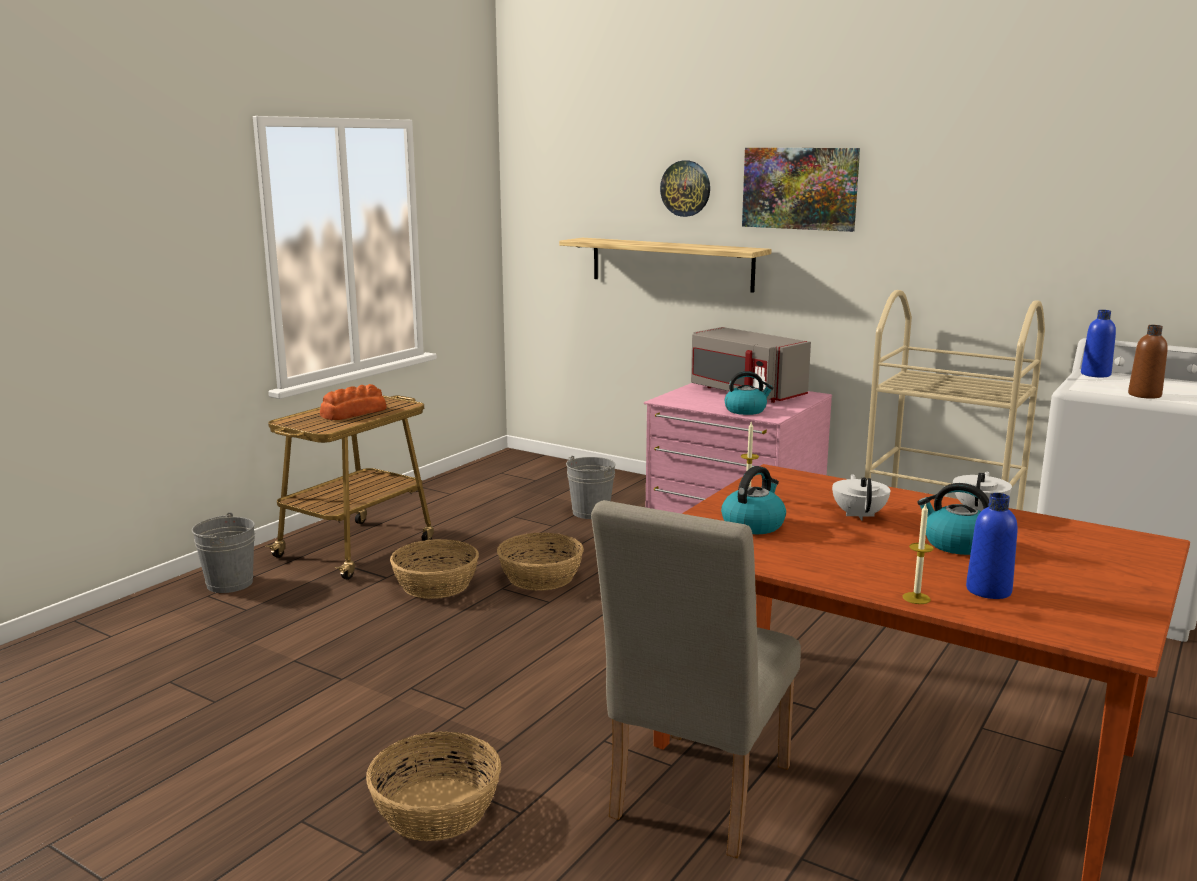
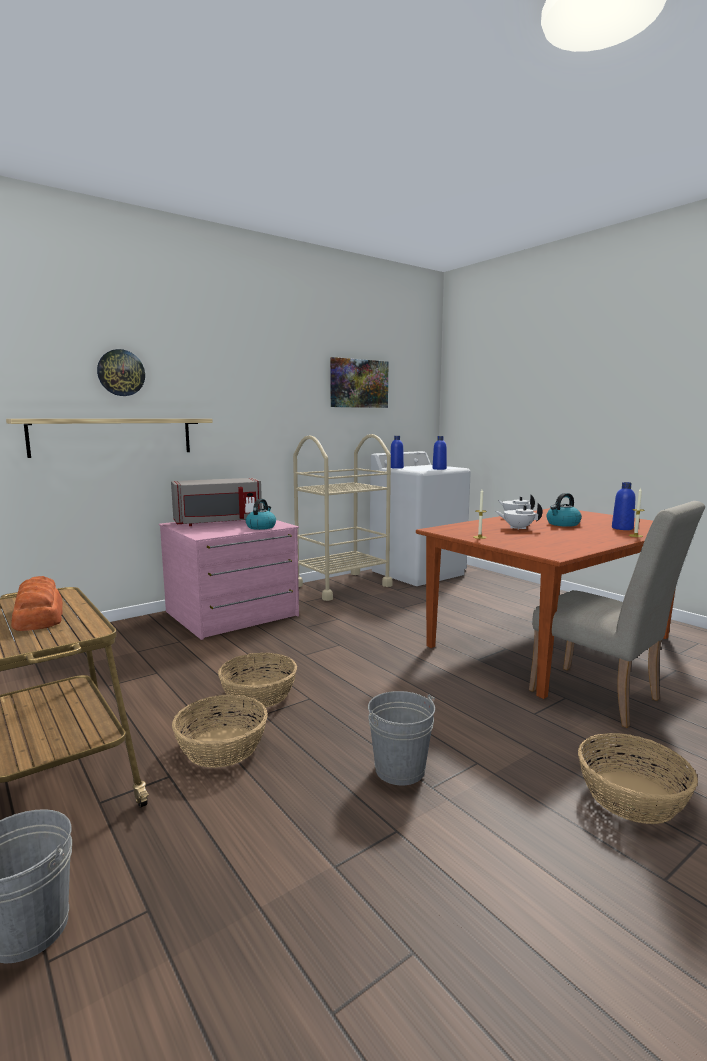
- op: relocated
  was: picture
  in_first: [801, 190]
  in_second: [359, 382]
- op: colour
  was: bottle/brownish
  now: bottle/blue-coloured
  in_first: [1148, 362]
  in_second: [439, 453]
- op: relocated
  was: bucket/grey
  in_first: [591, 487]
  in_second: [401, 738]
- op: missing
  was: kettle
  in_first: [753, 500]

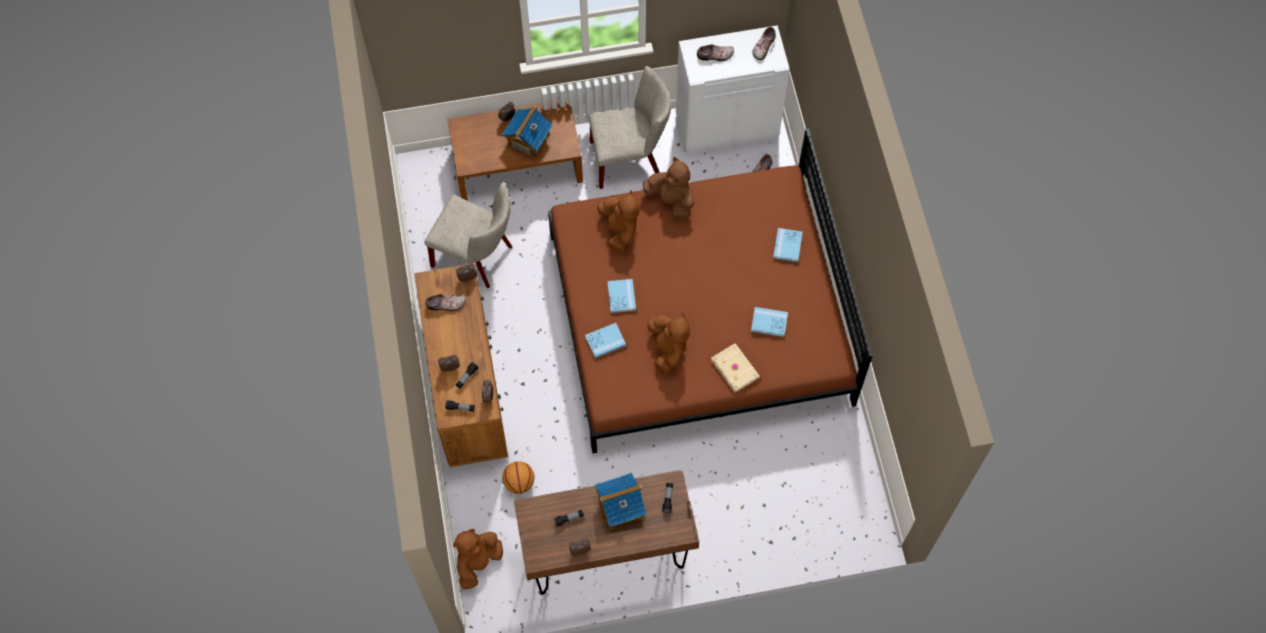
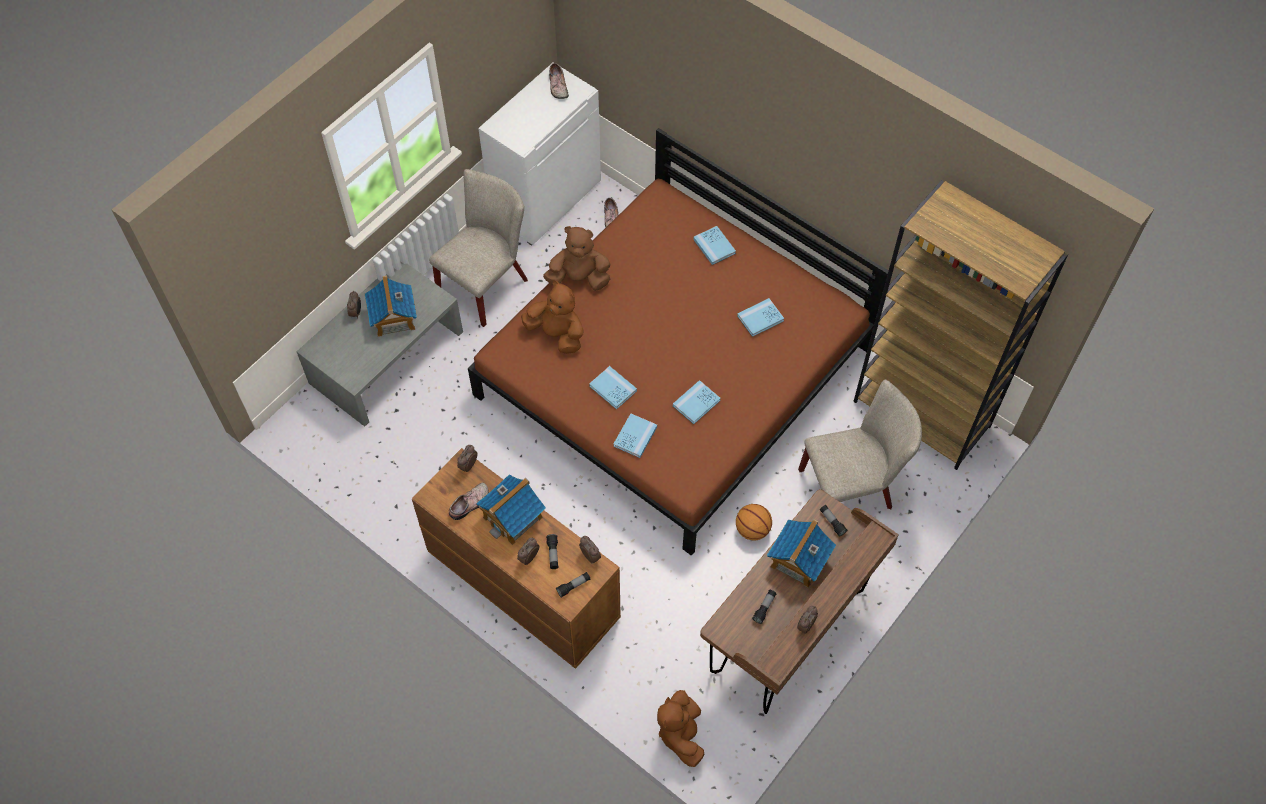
- op: missing
  was: item of footwear
  in_first: [715, 52]
- op: colour
  was: low table/brownish
  now: low table/grey
  in_first: [515, 150]
  in_second: [380, 344]
- op: relocated
  was: upright chair/sand-coloured
  in_first: [468, 235]
  in_second: [860, 444]
- op: exchanged
  was: plush toy/brownish
  now: book/blue-coloured
  in_first: [668, 343]
  in_second: [697, 402]
- op: missing
  was: book/sand-coloured
  in_first: [735, 368]
- op: relocated
  was: basketball ball
  in_first: [518, 477]
  in_second: [754, 522]
- op: appeared
  now: shelving unit/brownish
  in_second: [960, 325]
- op: appeared
  now: model house
  in_second: [511, 510]

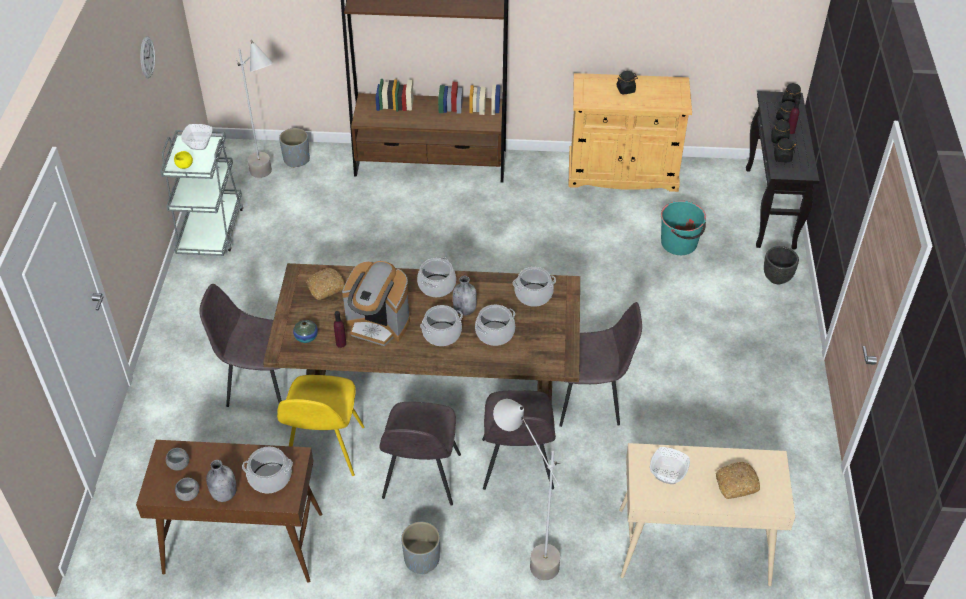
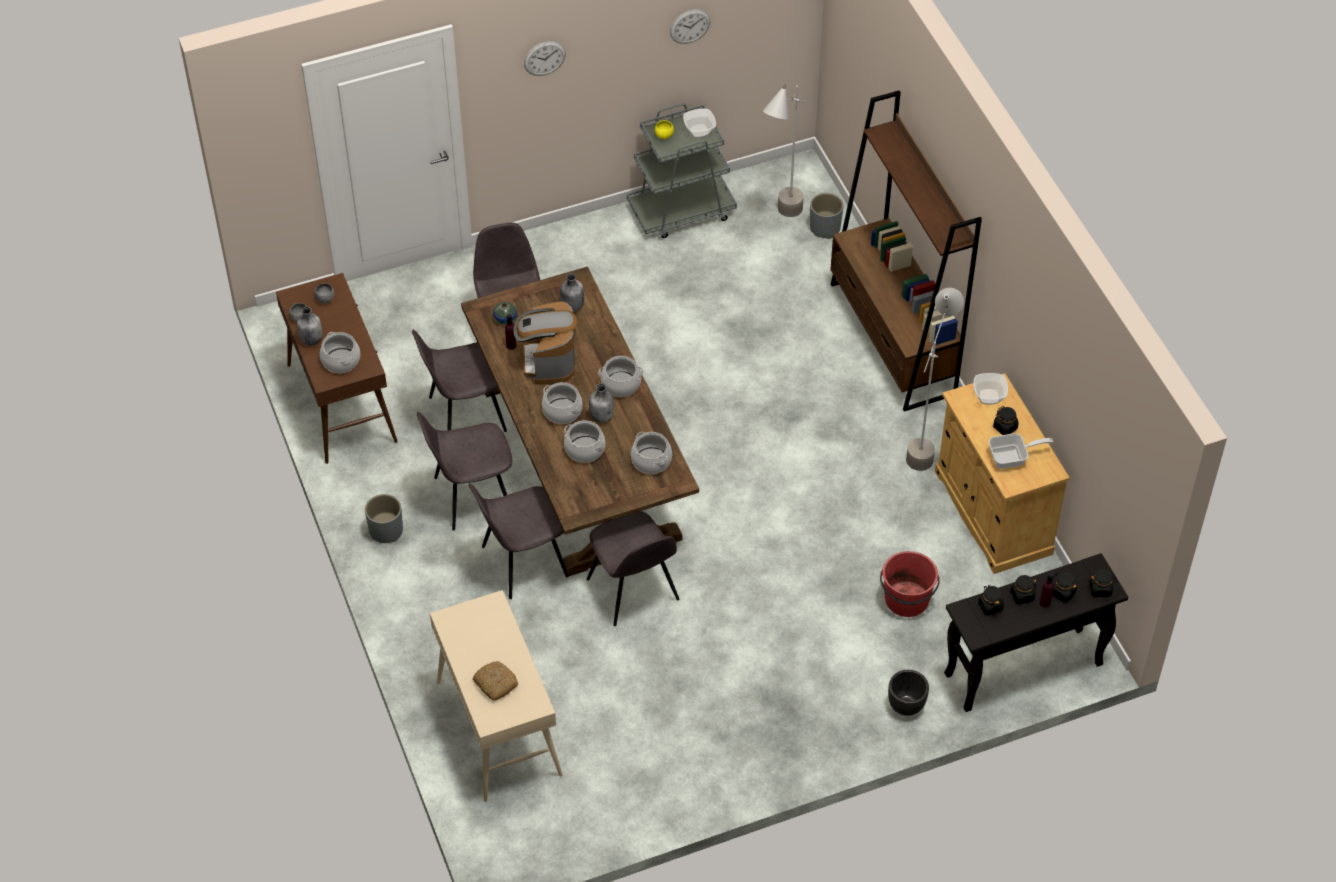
- op: colour
  was: bucket/turquoise
  now: bucket/reddish
  in_first: [683, 228]
  in_second: [909, 584]
- op: exchanged
  was: bakery bread
  now: bottle/grey
  in_first: [326, 284]
  in_second: [572, 292]
- op: colour
  was: upright chair/yellow-coloured
  now: upright chair/grey
  in_first: [320, 425]
  in_second: [459, 381]
- op: relocated
  was: standard lamp/grey
  in_first: [526, 489]
  in_second: [935, 379]
- op: relocated
  was: bowl
  in_first: [670, 465]
  in_second: [990, 389]
- op: appeared
  now: hanging clock
  in_second: [545, 58]
- op: appeared
  now: skillet
  in_second: [1021, 451]

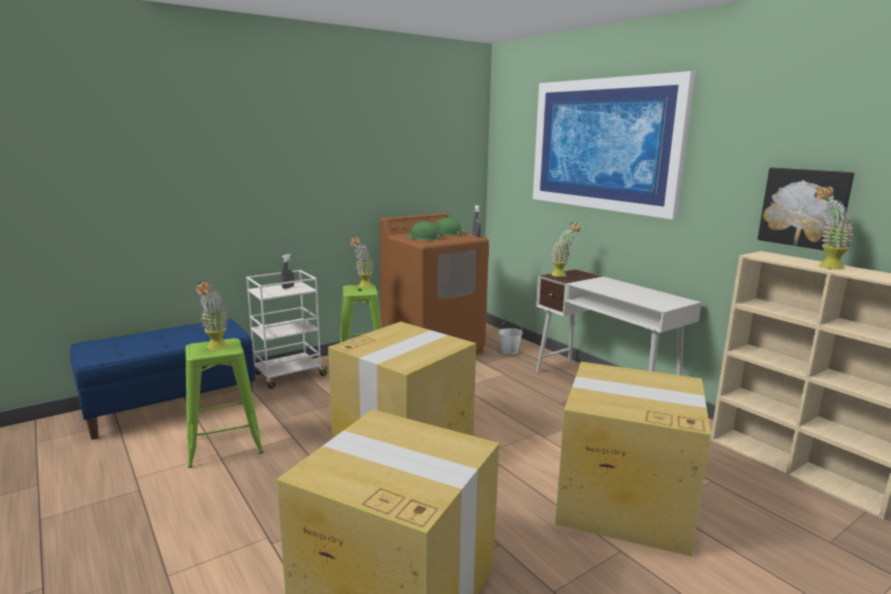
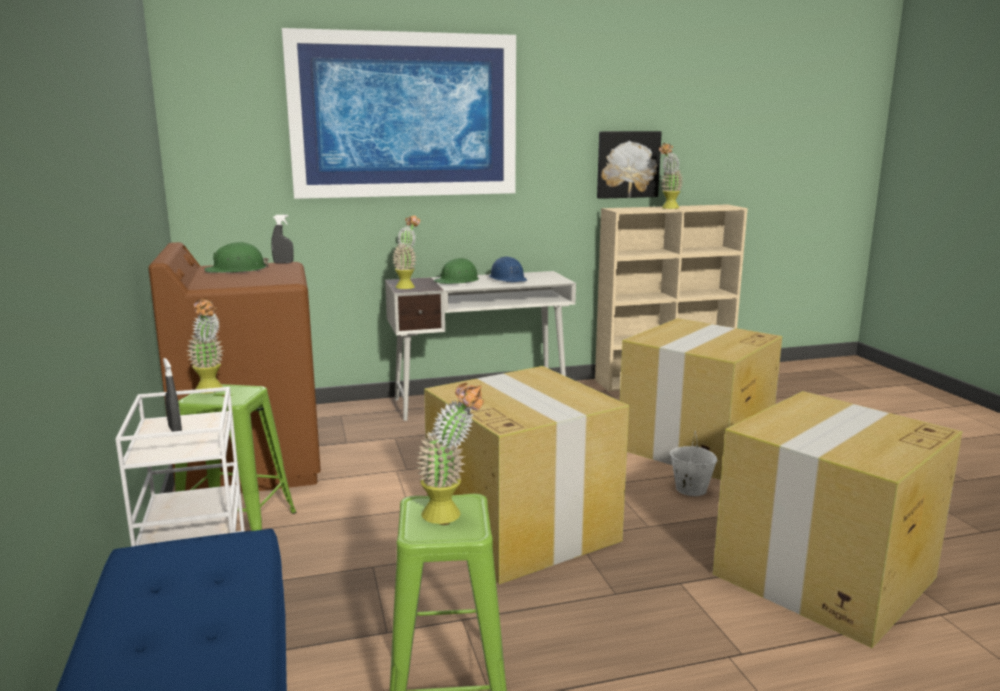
- op: relocated
  was: hard hat/green
  in_first: [424, 230]
  in_second: [456, 271]
- op: relocated
  was: bucket/whitish
  in_first: [510, 337]
  in_second: [693, 463]
- op: appeared
  now: hard hat/blue-coloured
  in_second: [508, 269]

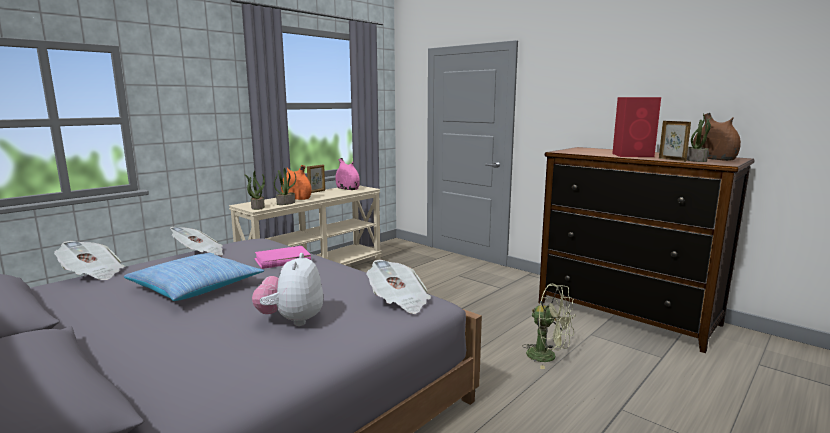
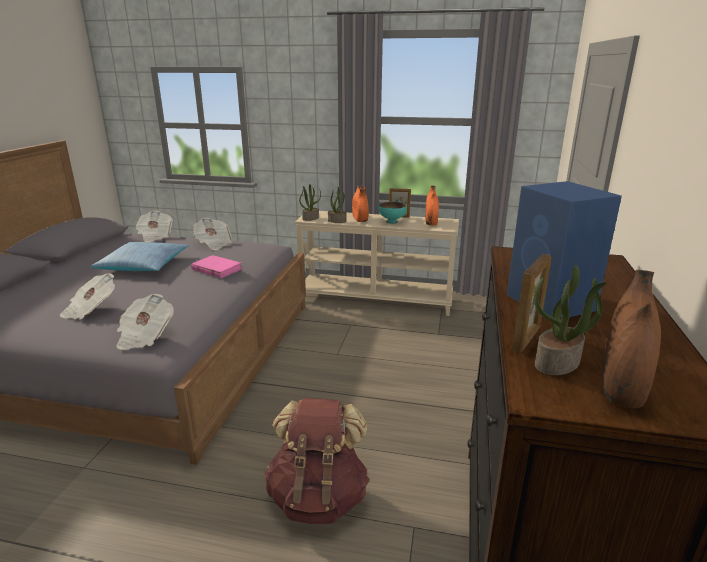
- op: colour
  was: audio speaker/reddish
  now: audio speaker/blue-coloured
  in_first: [636, 127]
  in_second: [564, 249]
- op: colour
  was: flower vase/pink
  now: flower vase/orange-coloured
  in_first: [347, 174]
  in_second: [432, 206]
- op: exchanged
  was: plush toy
  now: printed paper
  in_first: [287, 289]
  in_second: [87, 296]
- op: exchanged
  was: fan/green
  now: backpack/brownish
  in_first: [548, 326]
  in_second: [317, 461]
- op: appeared
  now: bowl/turquoise
  in_second: [392, 213]

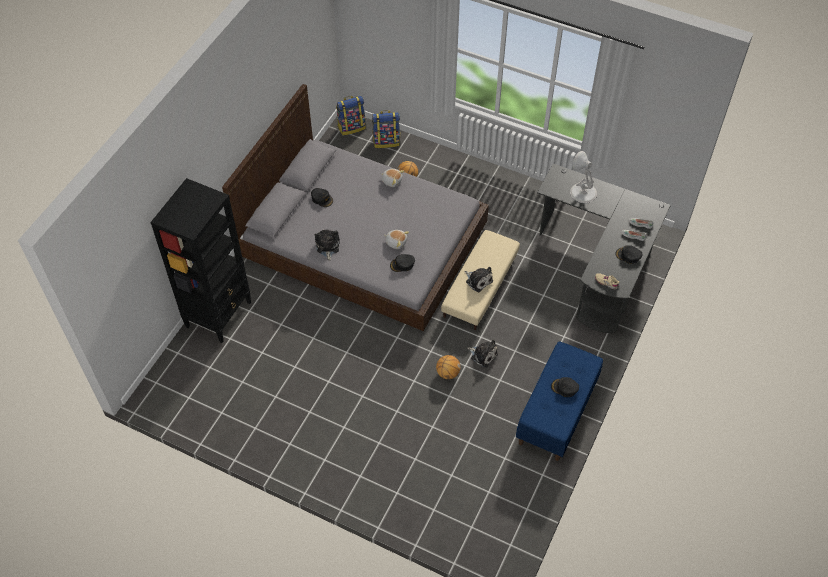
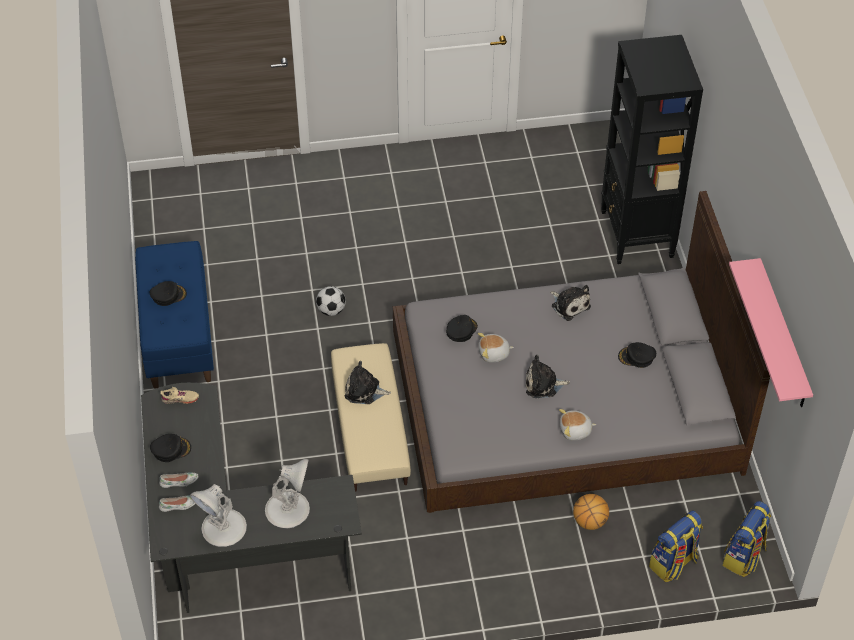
- op: relocated
  was: plush toy
  in_first: [482, 354]
  in_second: [548, 376]
- op: exchanged
  was: basketball ball
  now: football ball
  in_first: [448, 367]
  in_second: [331, 301]
- op: appeared
  now: shelf/pink
  in_second: [771, 332]
- op: appeared
  now: tabletop lamp/whitish
  in_second: [218, 515]

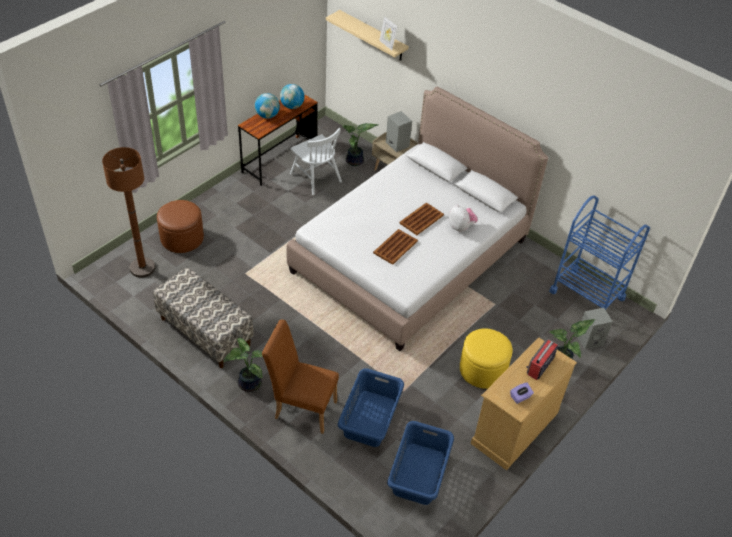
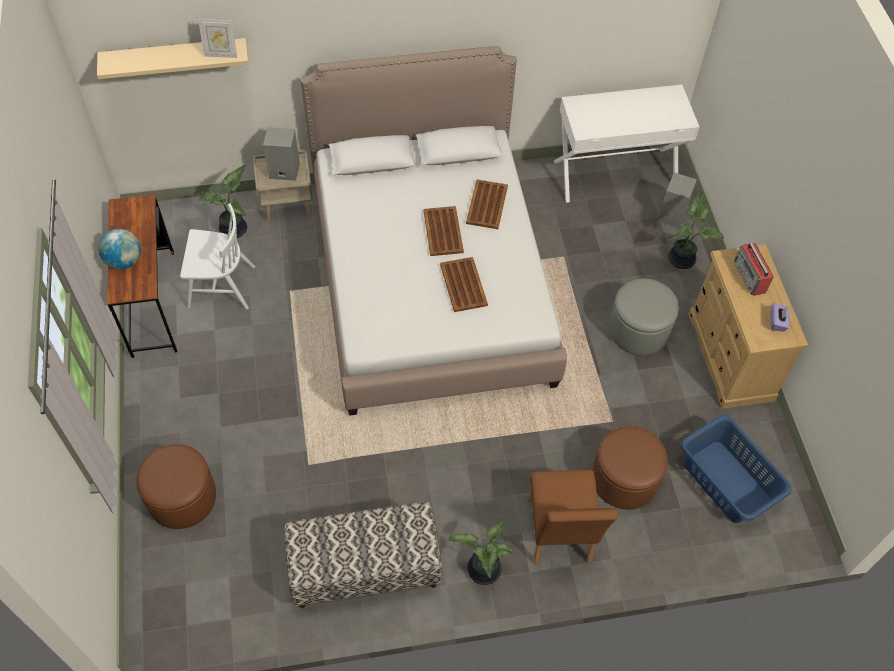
- op: missing
  was: world globe
  in_first: [292, 96]
- op: missing
  was: standard lamp/brownish
  in_first: [128, 212]
- op: exchanged
  was: cart/blue-coloured
  now: desk table/whitish
  in_first: [599, 252]
  in_second: [626, 143]
- op: exchanged
  was: plush toy
  now: carrying tray/brownish
  in_first: [463, 218]
  in_second: [487, 204]
- op: spun
  was: upright chair/brownish
  in_first: [300, 376]
  in_second: [573, 517]
  clockwise: -60
- op: colour
  was: footrest/yellow-coloured
  now: footrest/grey
  in_first: [486, 358]
  in_second: [644, 317]
- op: exchanged
  was: hamper/blue-coloured
  now: footrest/brownish
  in_first: [371, 407]
  in_second: [630, 468]

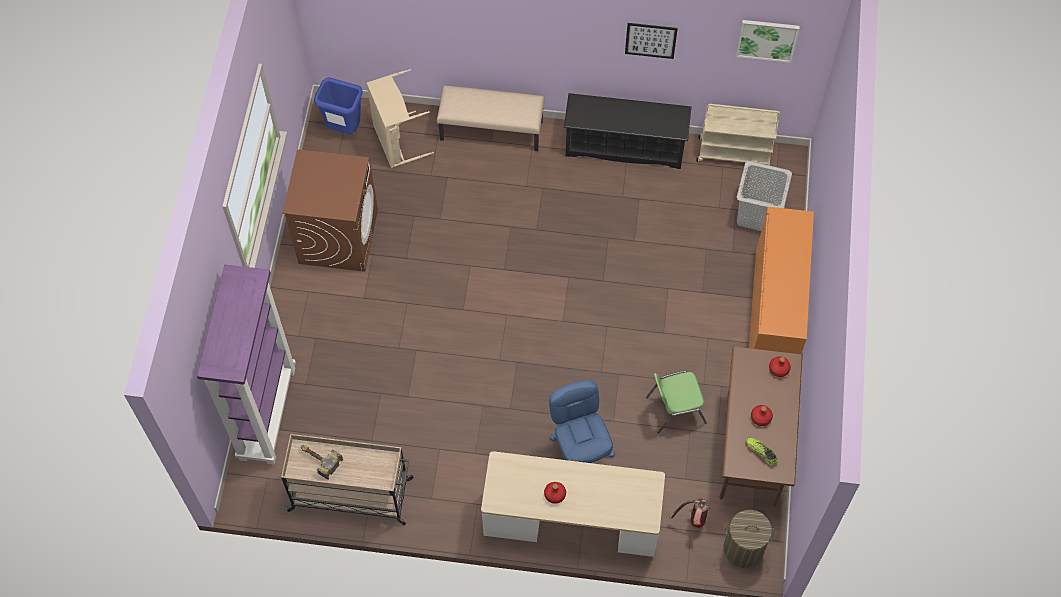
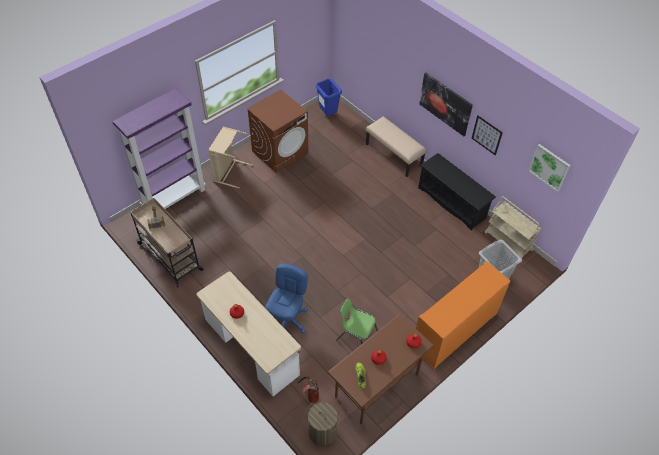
- op: relocated
  was: hamper/sand-coloured
  in_first: [400, 118]
  in_second: [230, 157]
- op: appeared
  now: picture
  in_second: [446, 104]

